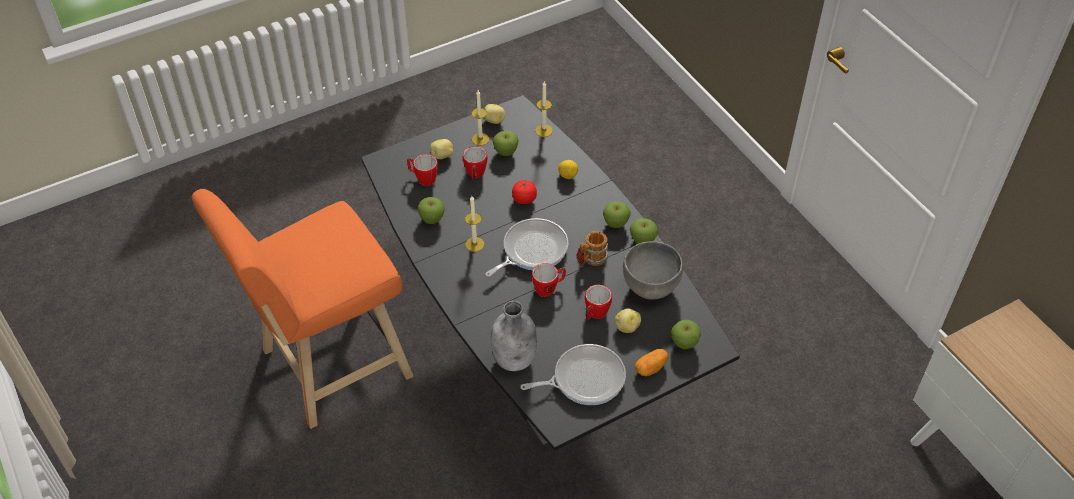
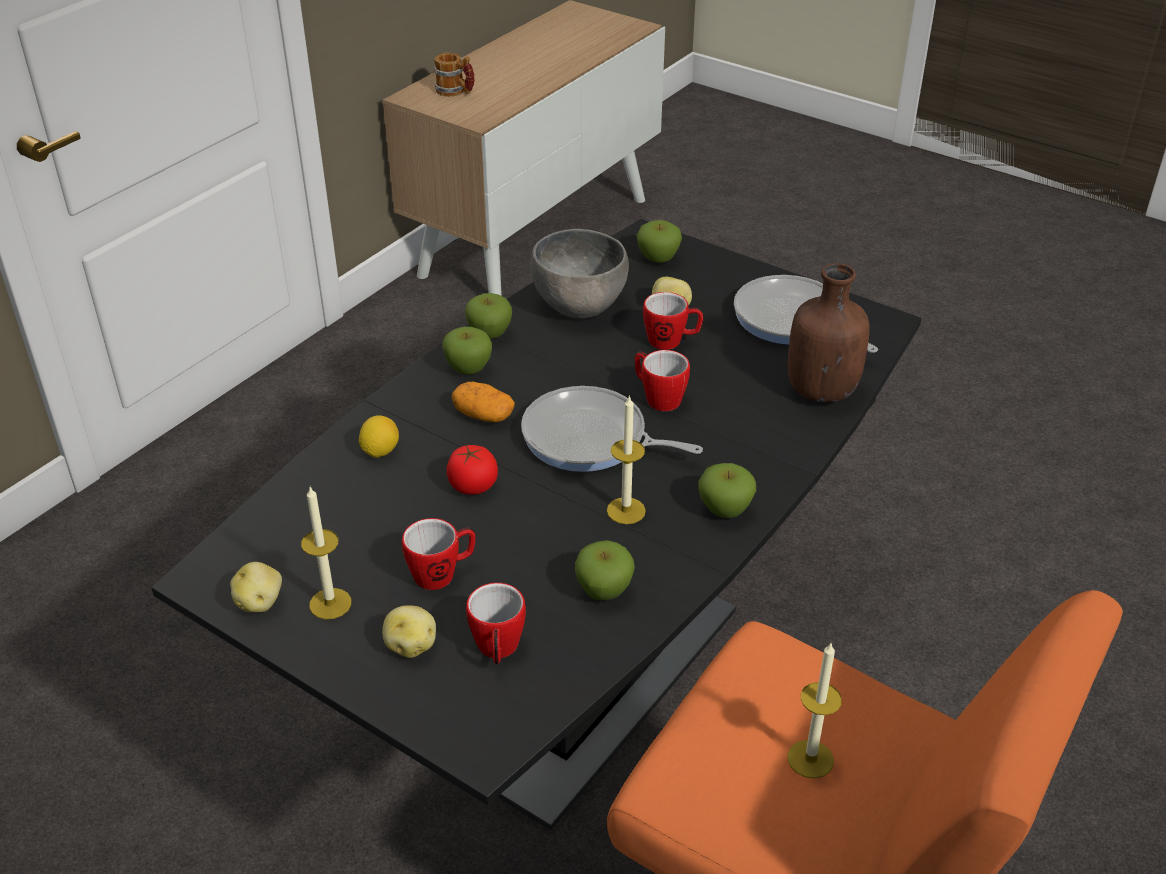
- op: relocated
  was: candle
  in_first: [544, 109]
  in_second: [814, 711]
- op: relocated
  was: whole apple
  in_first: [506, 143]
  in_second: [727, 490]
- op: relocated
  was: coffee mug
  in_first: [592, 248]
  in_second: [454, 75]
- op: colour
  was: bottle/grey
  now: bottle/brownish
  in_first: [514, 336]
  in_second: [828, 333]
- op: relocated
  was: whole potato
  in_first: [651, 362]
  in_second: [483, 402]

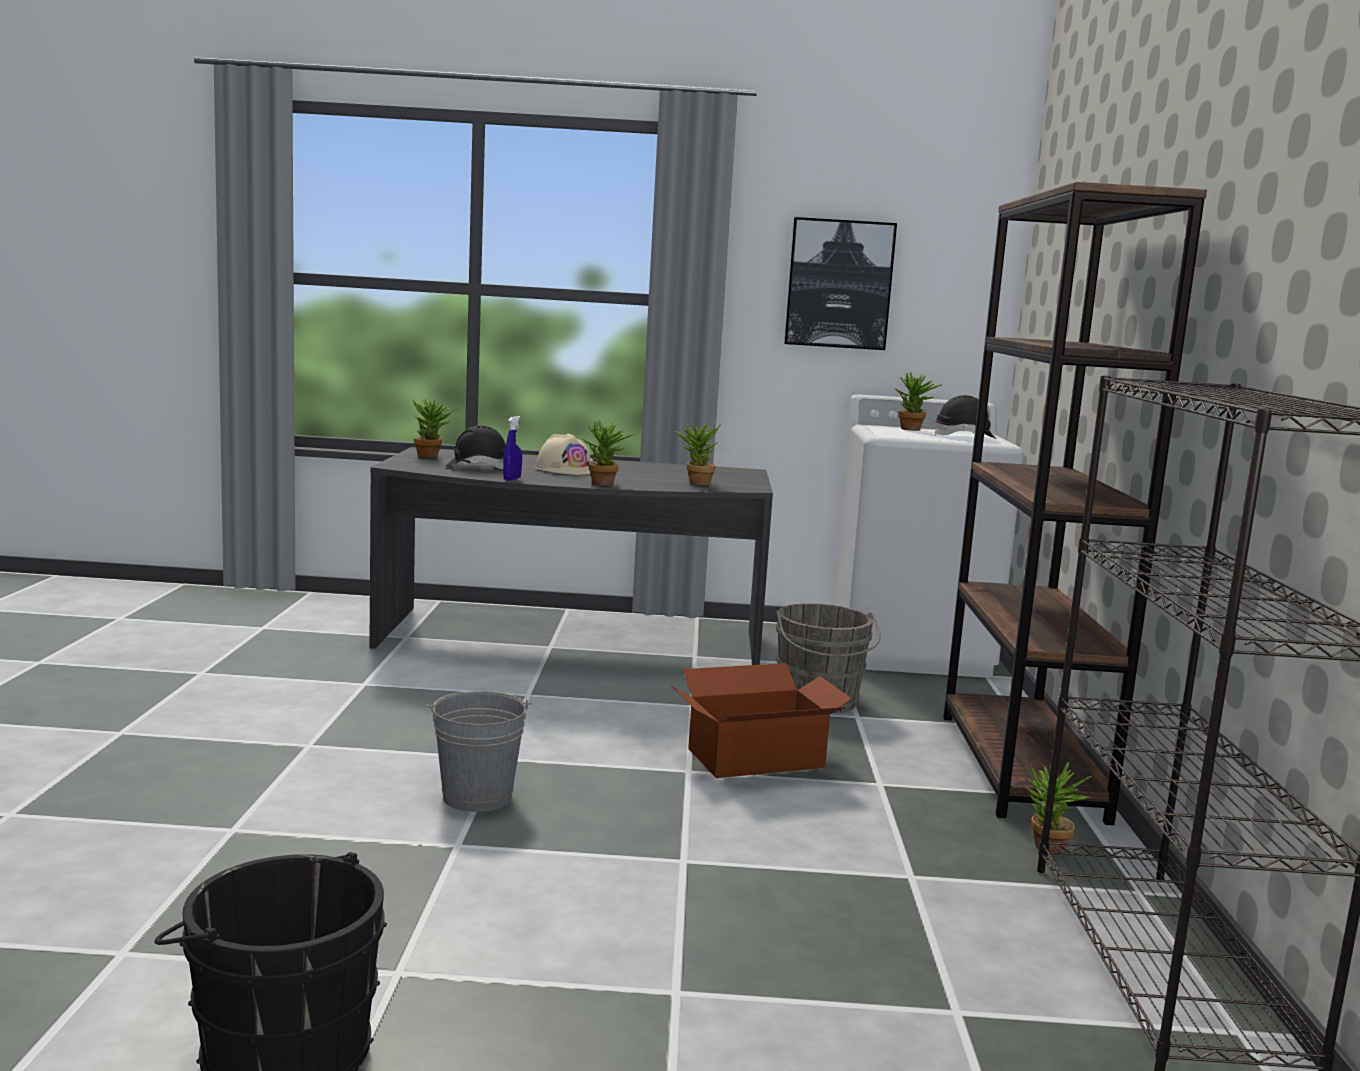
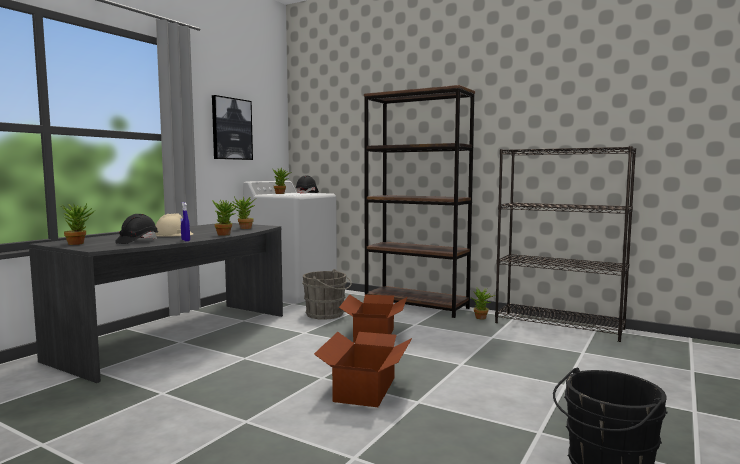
- op: exchanged
  was: bucket/grey
  now: cardboard box
  in_first: [479, 751]
  in_second: [363, 369]

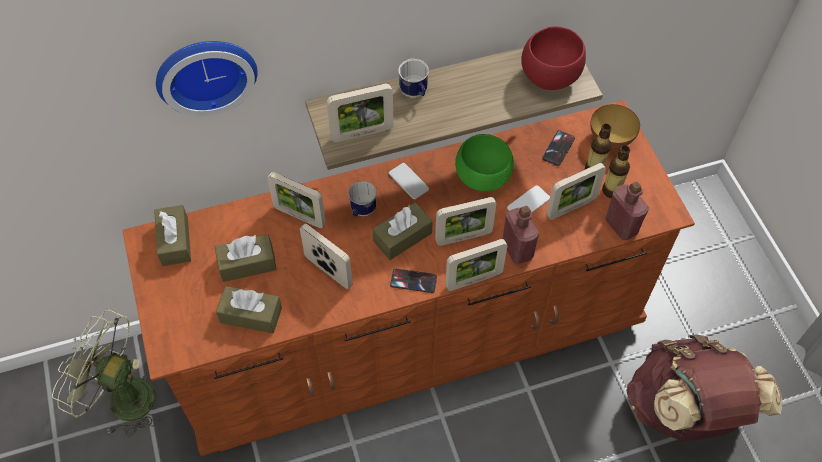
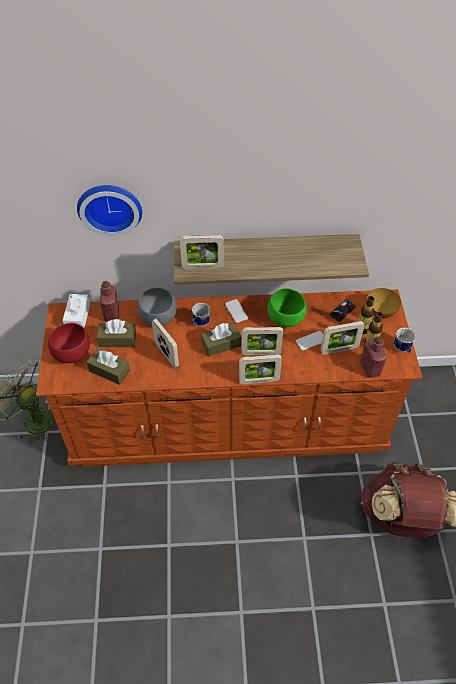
- op: relocated
  was: bowl/reddish
  in_first: [553, 58]
  in_second: [69, 343]
- op: relocated
  was: coffee mug
  in_first: [413, 78]
  in_second: [405, 340]
- op: exchanged
  was: picture frame
  now: bowl/grey
  in_first: [296, 200]
  in_second: [157, 306]
- op: colour
  was: tissue box/brownish
  now: tissue box/whitish
  in_first: [172, 235]
  in_second: [76, 311]
- op: relocated
  was: bottle/reddish
  in_first: [520, 235]
  in_second: [109, 301]
- op: missing
  was: handset
  in_first: [413, 281]

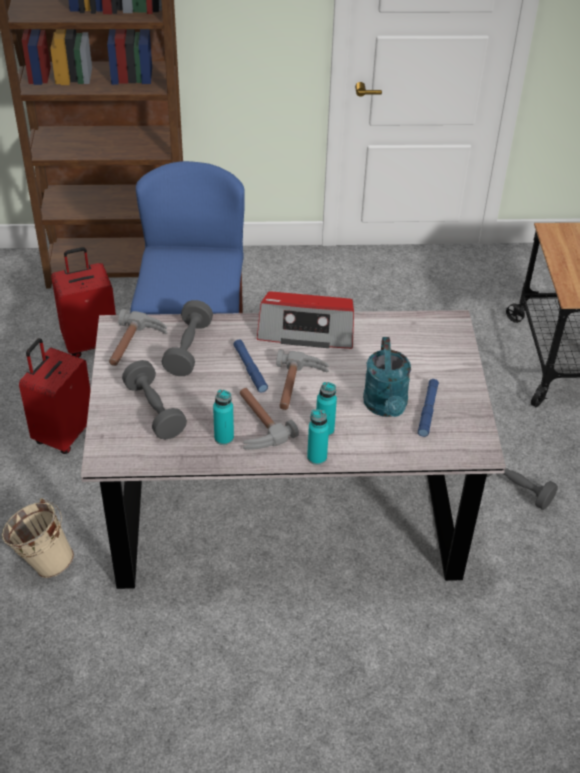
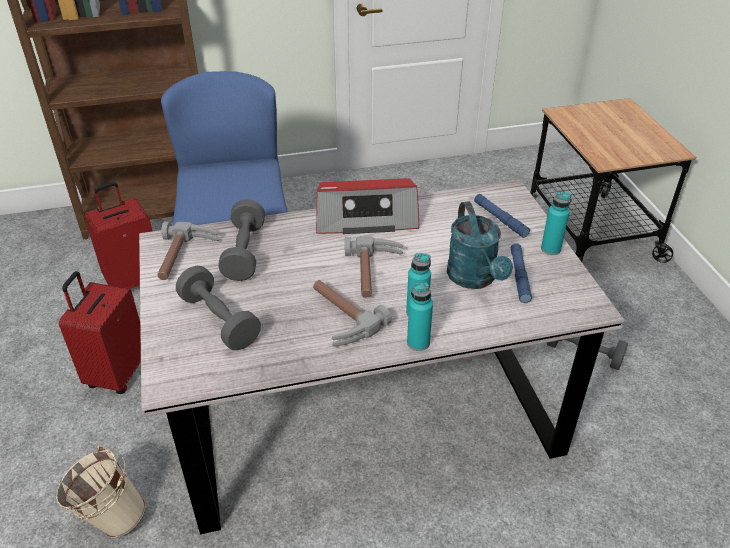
- op: relocated
  was: hand torch/blue-coloured
  in_first: [251, 366]
  in_second: [502, 216]
- op: relocated
  was: bottle/turquoise
  in_first: [223, 417]
  in_second: [556, 223]

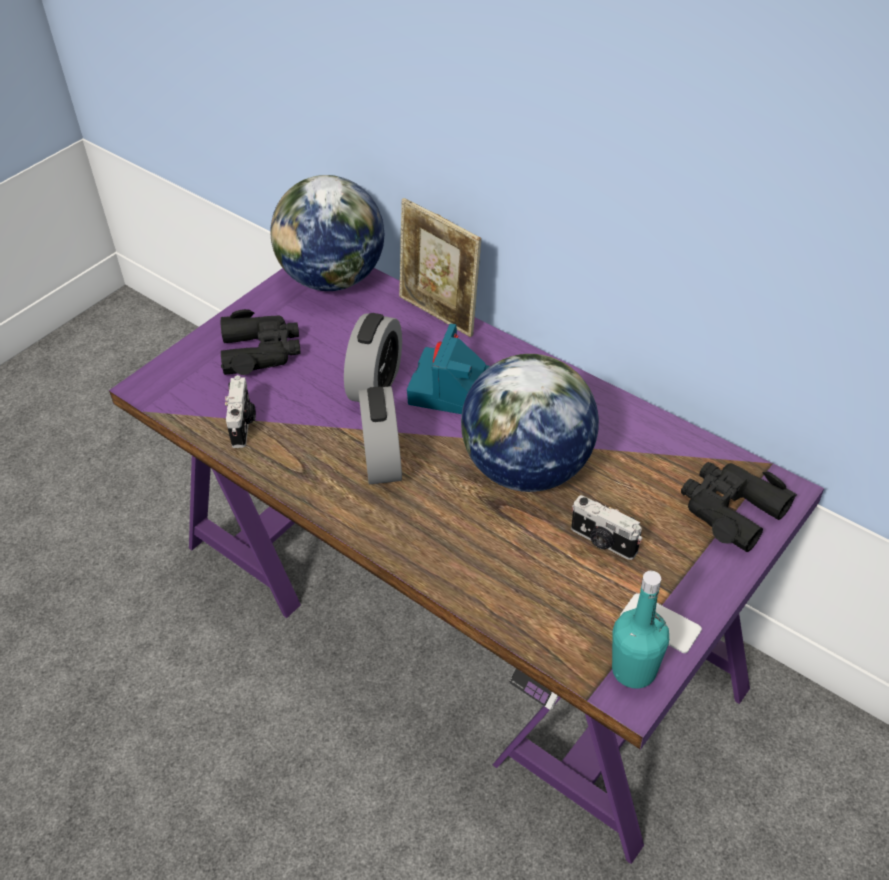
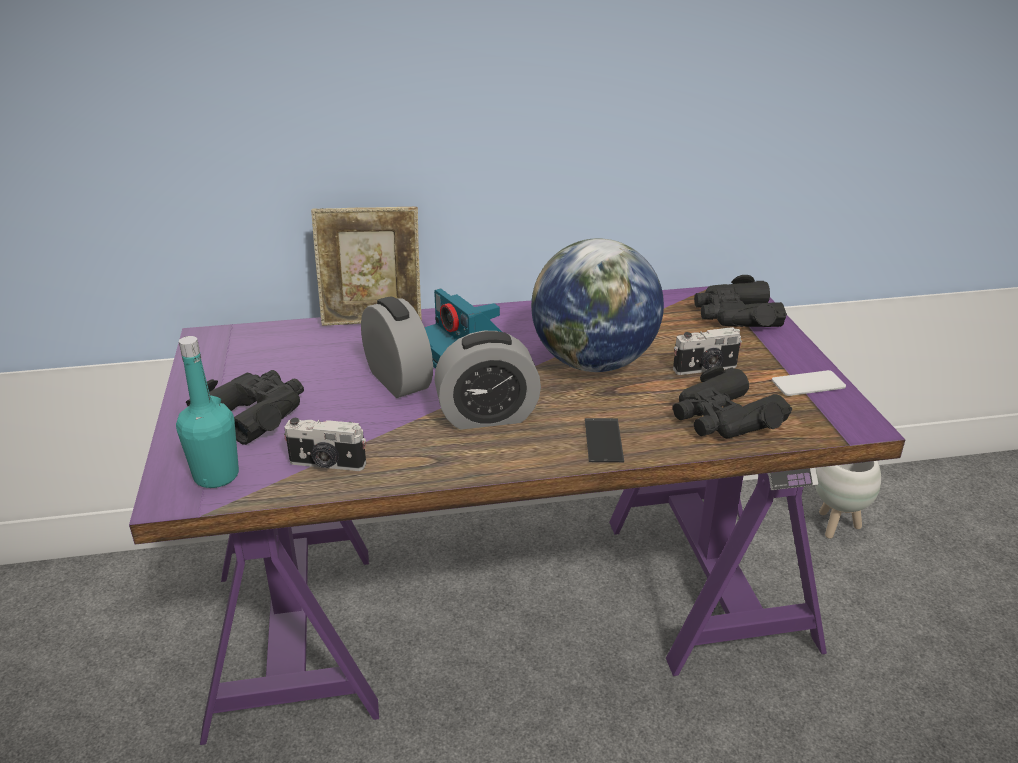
- op: missing
  was: world globe
  in_first: [327, 233]
- op: spun
  was: photo camera
  in_first: [240, 411]
  in_second: [325, 444]
  clockwise: 150
- op: spun
  was: table clock
  in_first: [380, 435]
  in_second: [487, 380]
  clockwise: -45
- op: relocated
  was: bottle/turquoise
  in_first: [640, 630]
  in_second: [207, 412]
- op: appeared
  now: pair of binoculars/black
  in_second: [732, 402]
- op: appeared
  now: handset
  in_second: [604, 440]
- op: appeared
  now: plant pot/whitish
  in_second: [848, 500]

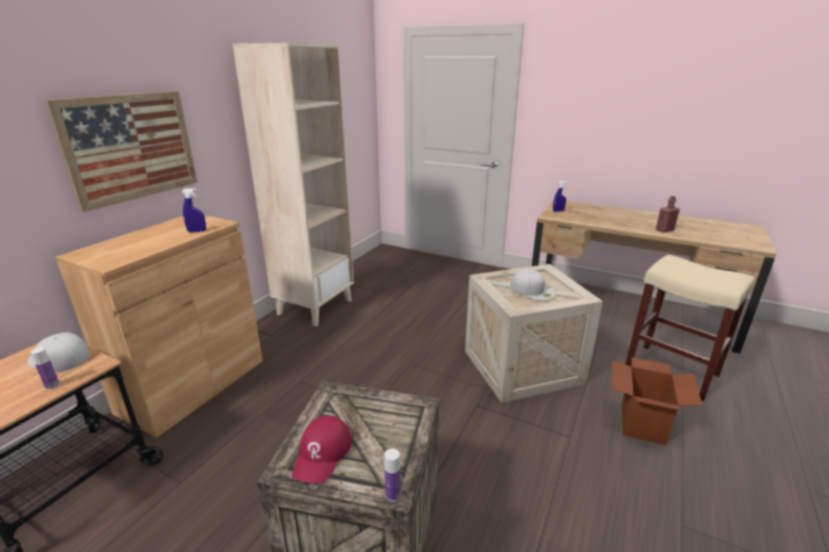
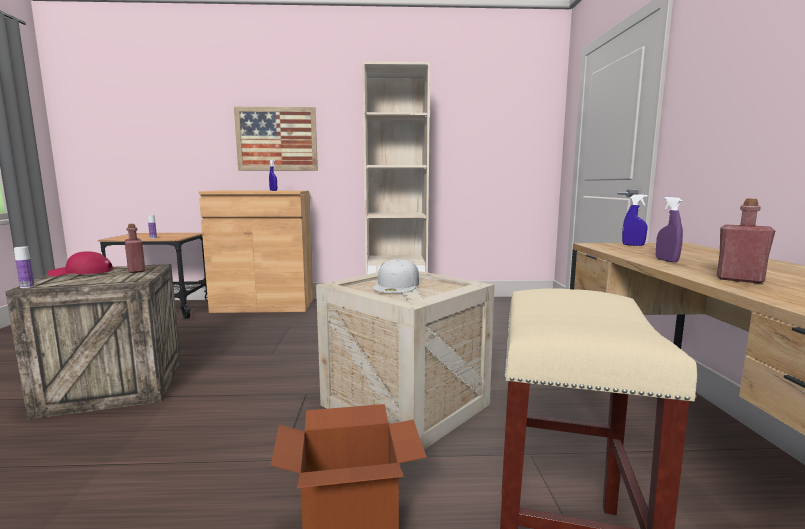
- op: missing
  was: peaked cap/whitish
  in_first: [58, 352]
- op: appeared
  now: sprayer/purple-coloured
  in_second: [669, 229]
- op: appeared
  now: bottle/reddish
  in_second: [135, 248]

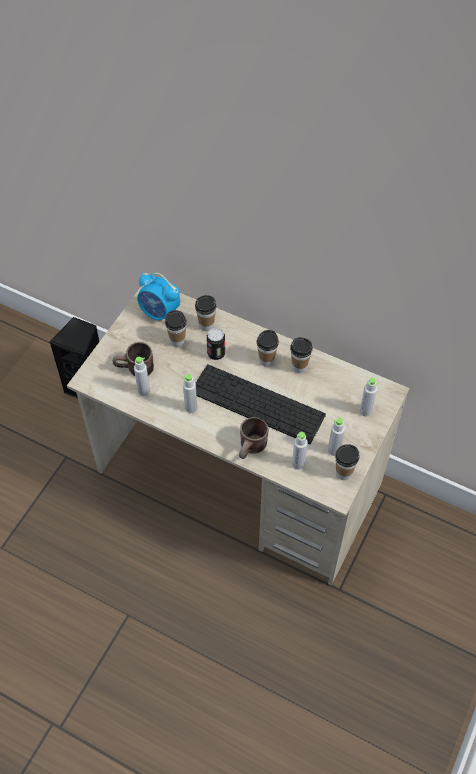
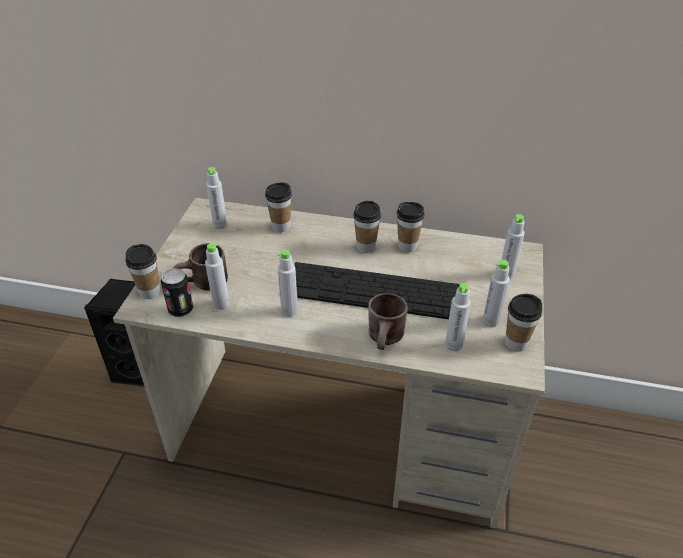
- op: exchanged
  was: table clock
  now: bottle/grey
  in_first: [158, 296]
  in_second: [216, 198]
- op: relocated
  was: cup
  in_first: [176, 328]
  in_second: [142, 271]
- op: relocated
  was: metal can
  in_first: [216, 344]
  in_second: [177, 292]

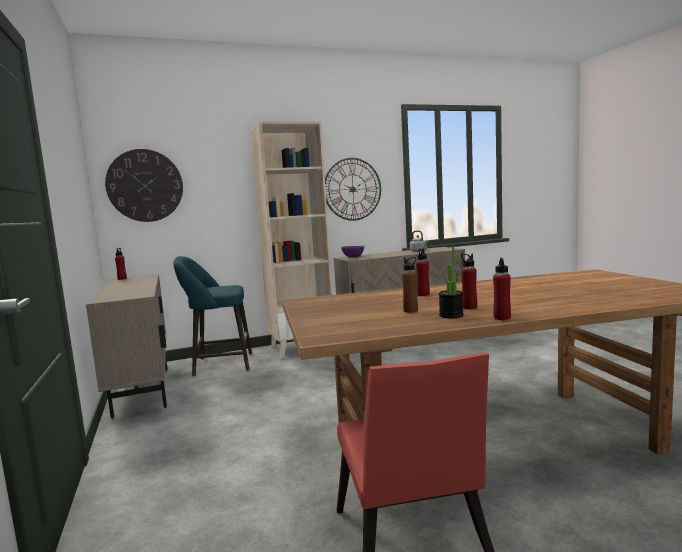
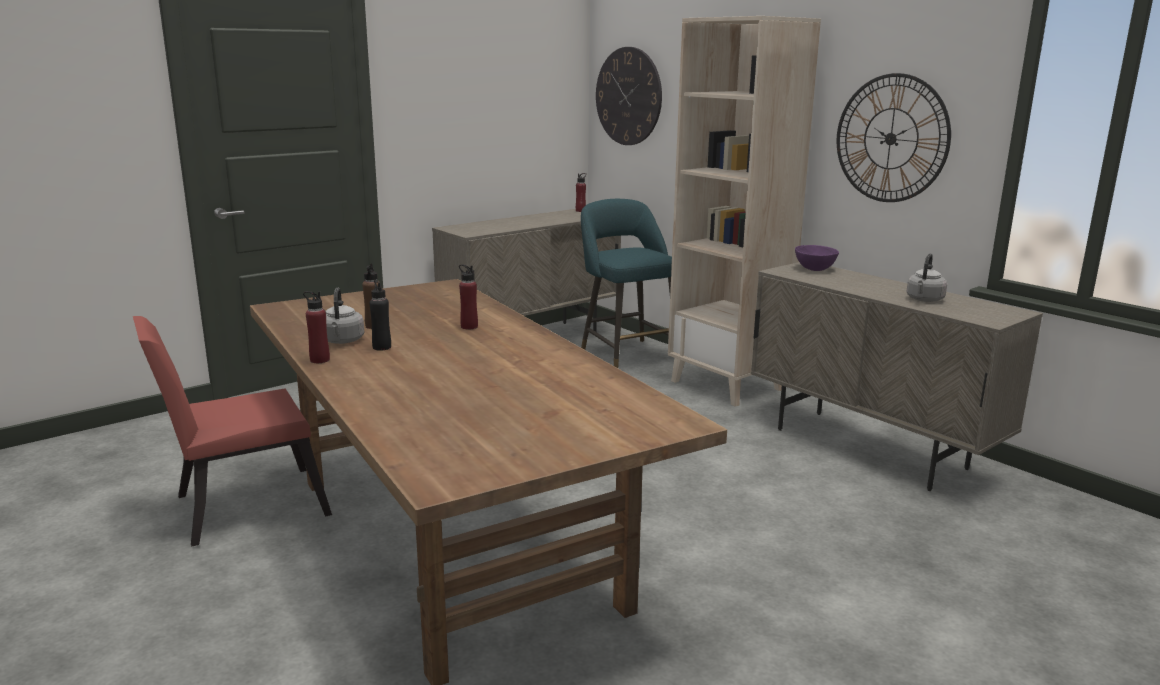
- op: exchanged
  was: houseplant
  now: kettle/grey
  in_first: [451, 282]
  in_second: [345, 315]
- op: colour
  was: bottle/reddish
  now: bottle/black
  in_first: [469, 281]
  in_second: [380, 315]

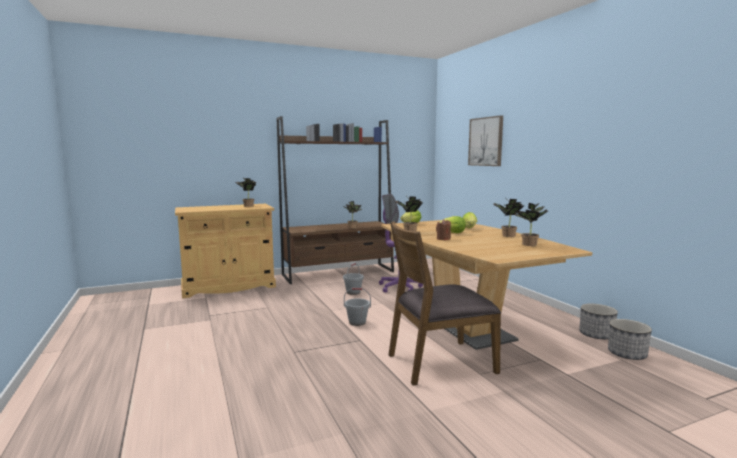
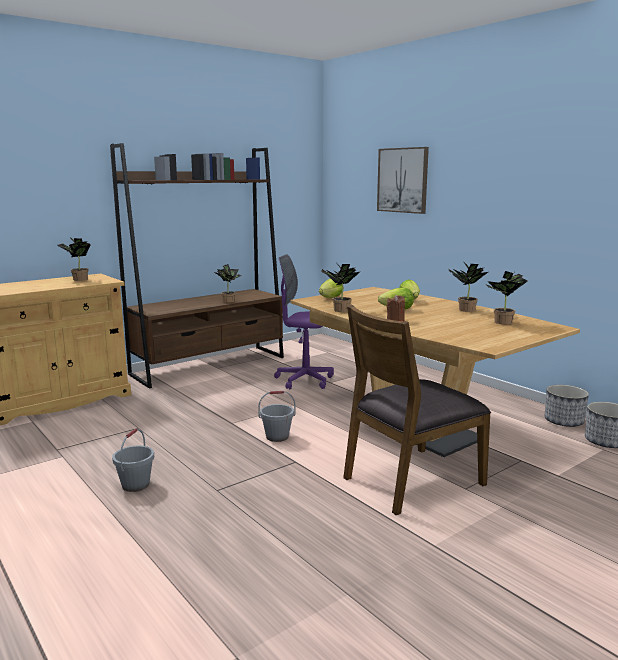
- op: relocated
  was: bucket/grey
  in_first: [353, 279]
  in_second: [133, 460]

